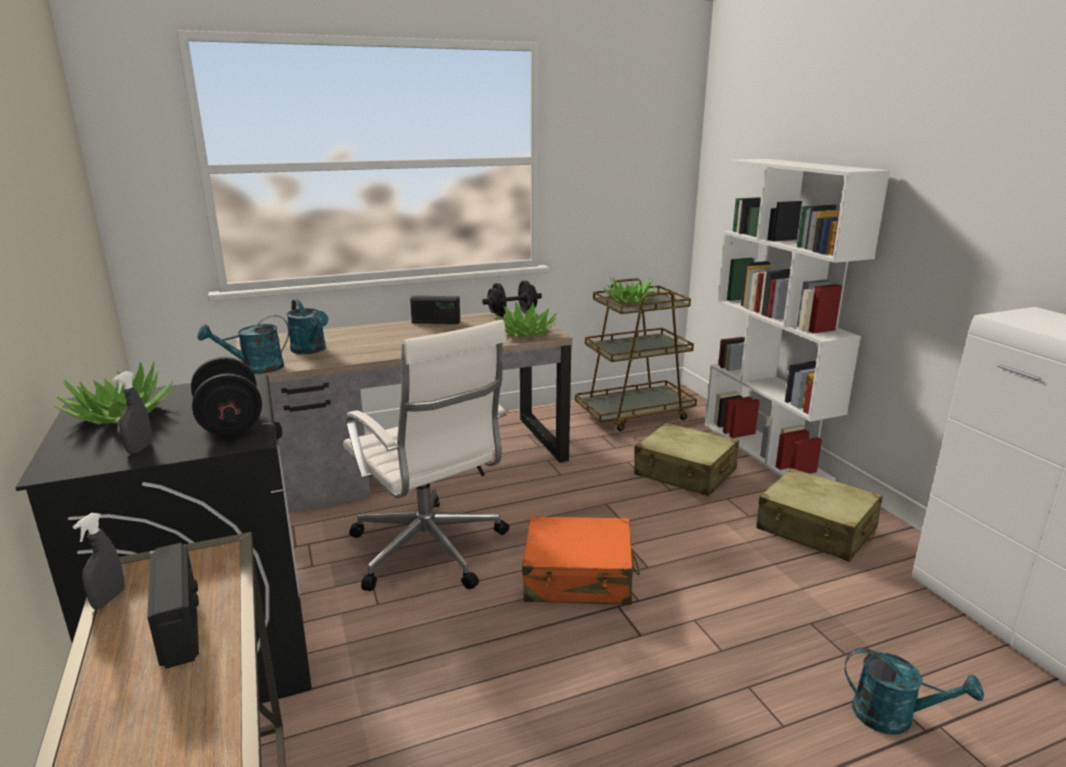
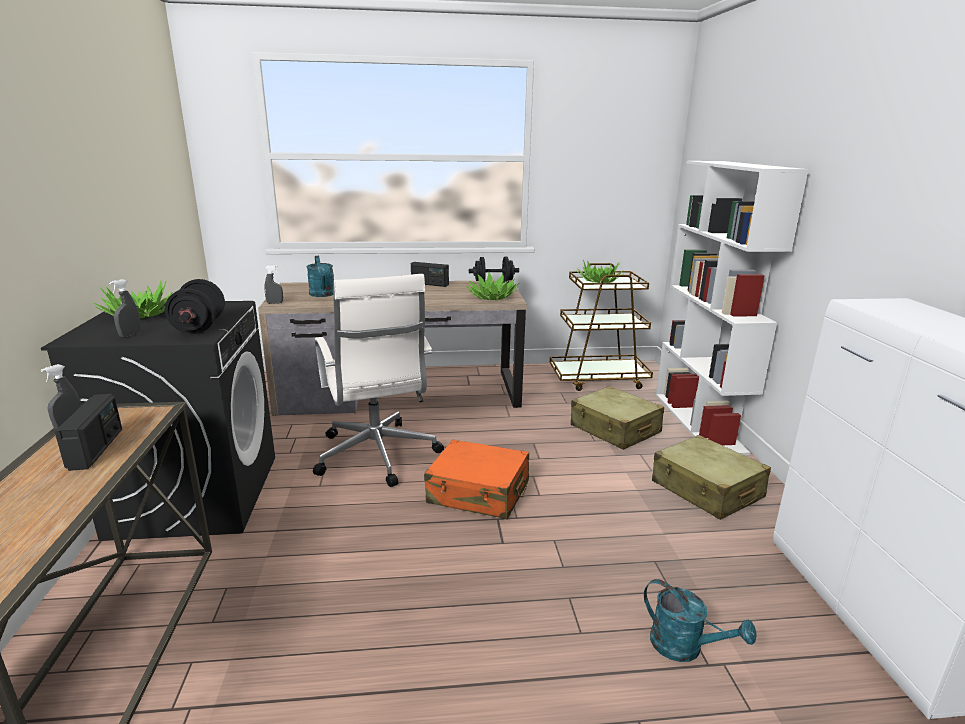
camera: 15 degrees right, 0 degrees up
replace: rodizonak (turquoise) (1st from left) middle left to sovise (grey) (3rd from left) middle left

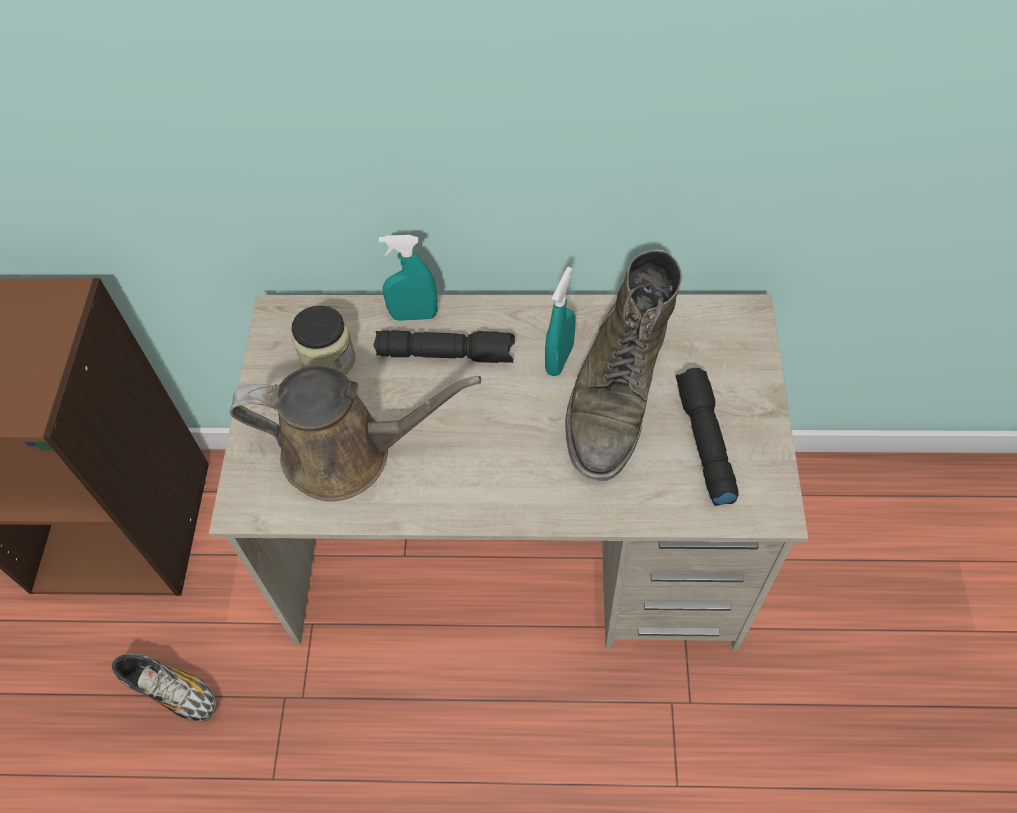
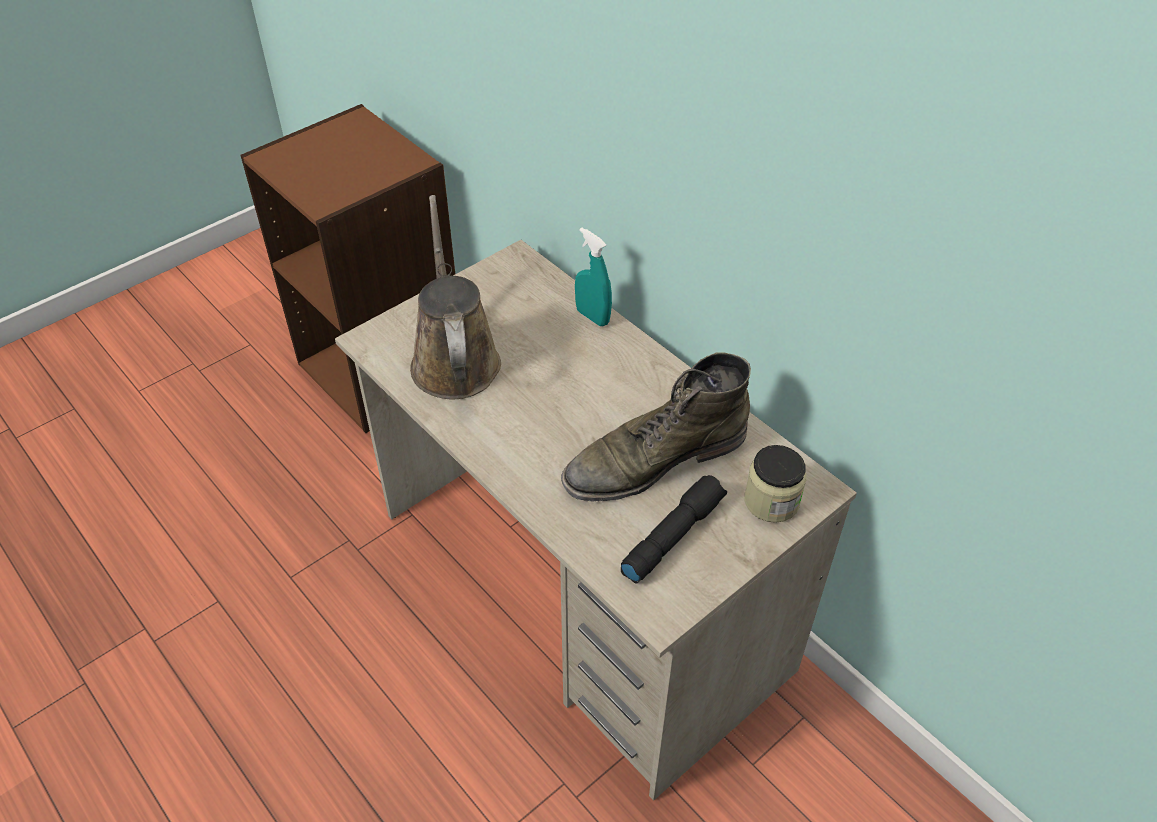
camera: 45 degrees right, 10 degrees down
delete: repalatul bottom left; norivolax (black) (1st from left) centre; sovise (turquoise) (2nd from left) centre
move: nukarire middle left to middle right
rotate: rodizonak (brown) centre = centre 150 degrees counterclockwise

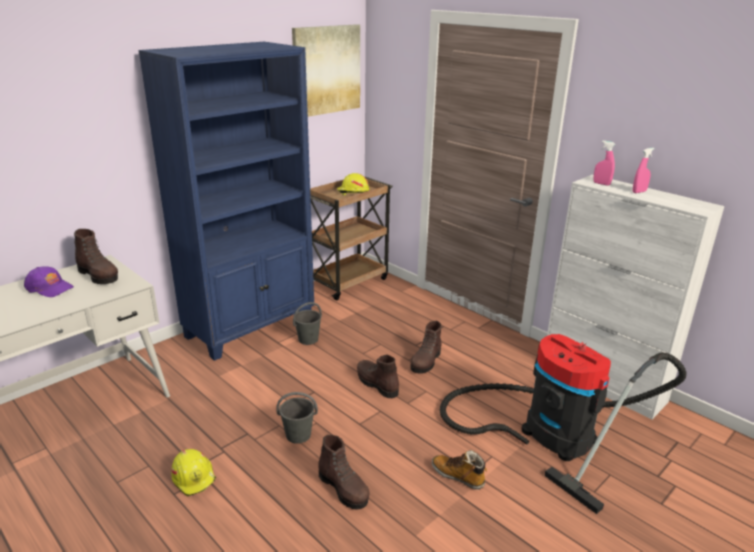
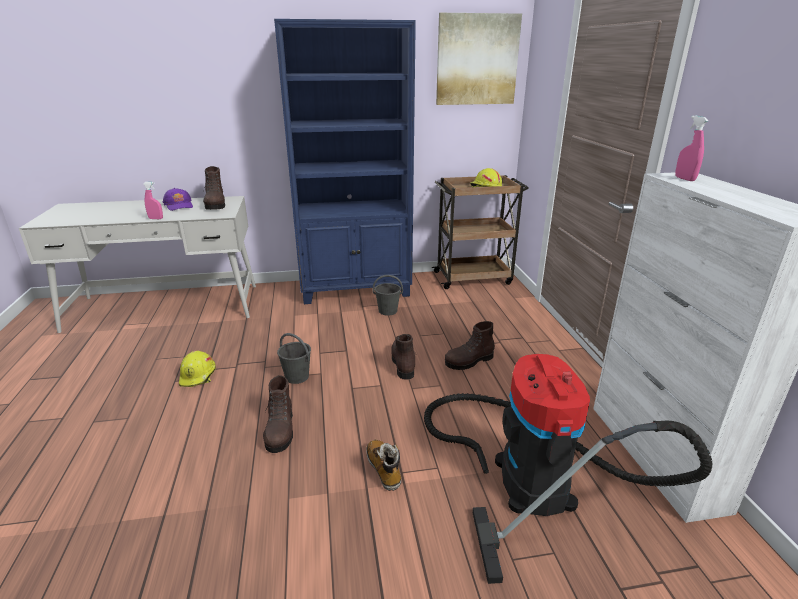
camera: 35 degrees right, 0 degrees up
move: sovise (pink) (2nd from left in the first image) top right to sovise (pink) (1st from left) middle left

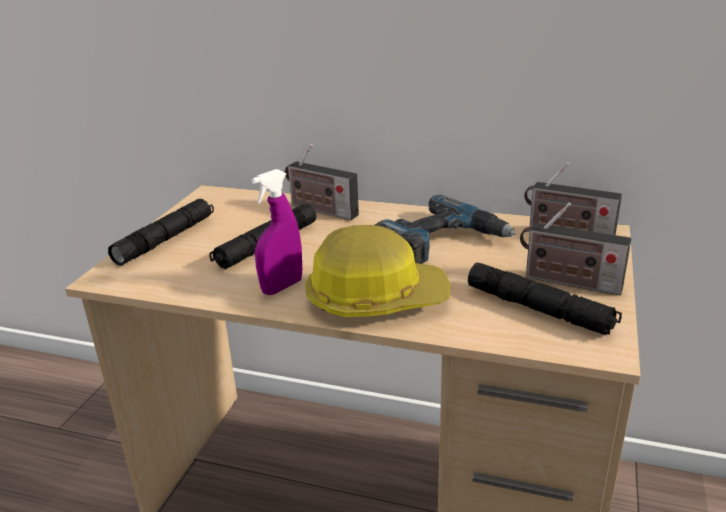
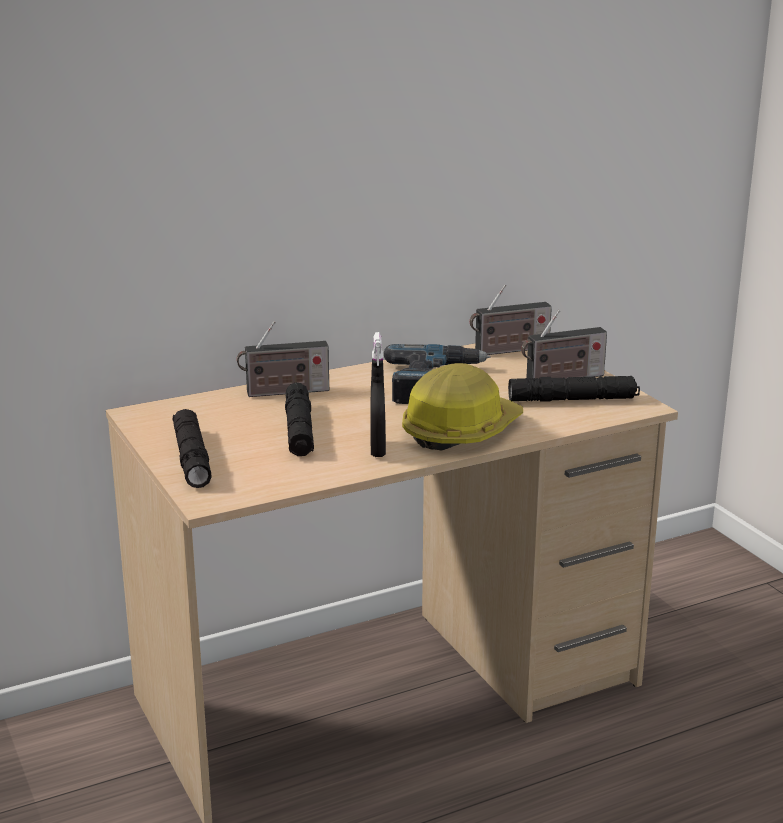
camera: 45 degrees left, 5 degrees down
recolor: sovise (purple) centre to sovise (black) centre

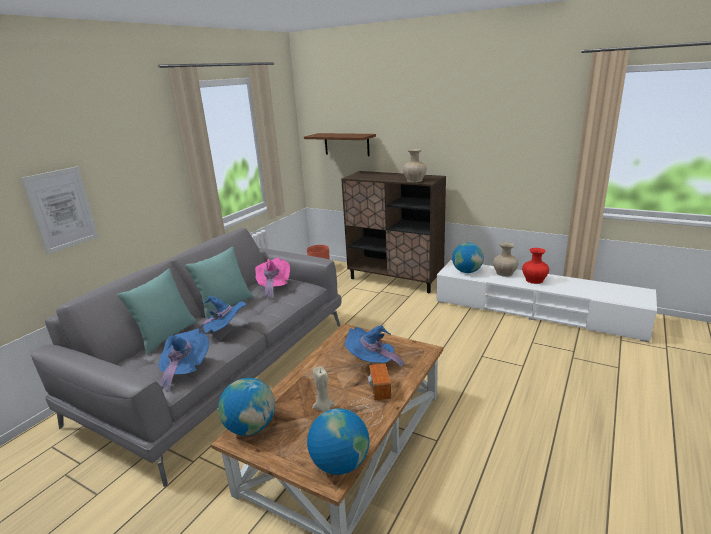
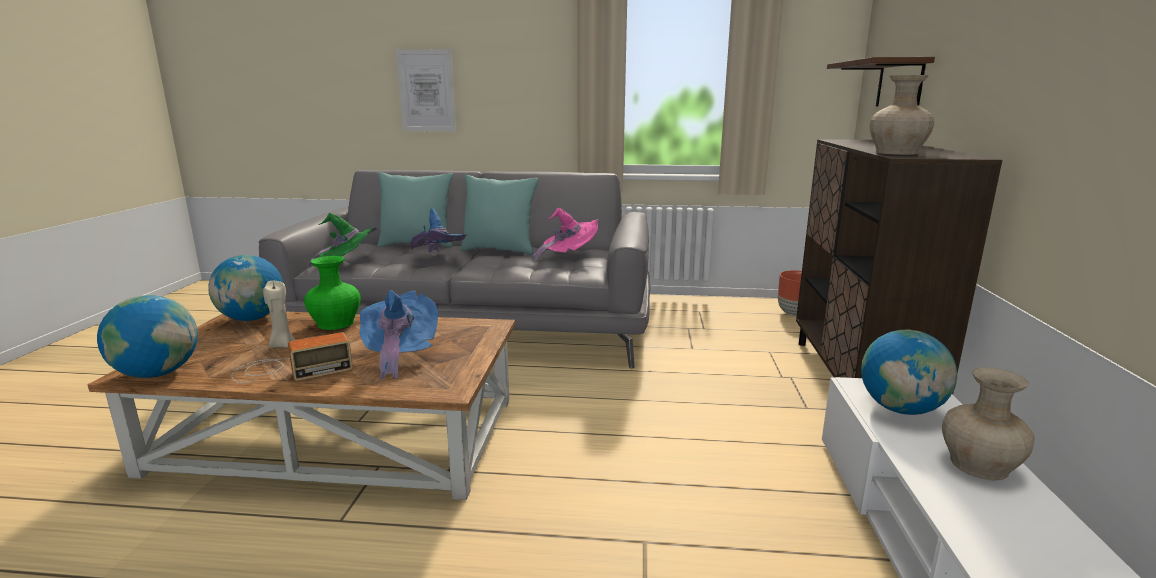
camera: 65 degrees right, 5 degrees down
delete: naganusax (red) middle right
insert: naganusax (green) middle left
recolor: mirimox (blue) (1st from left) bottom left to mirimox (green) middle left

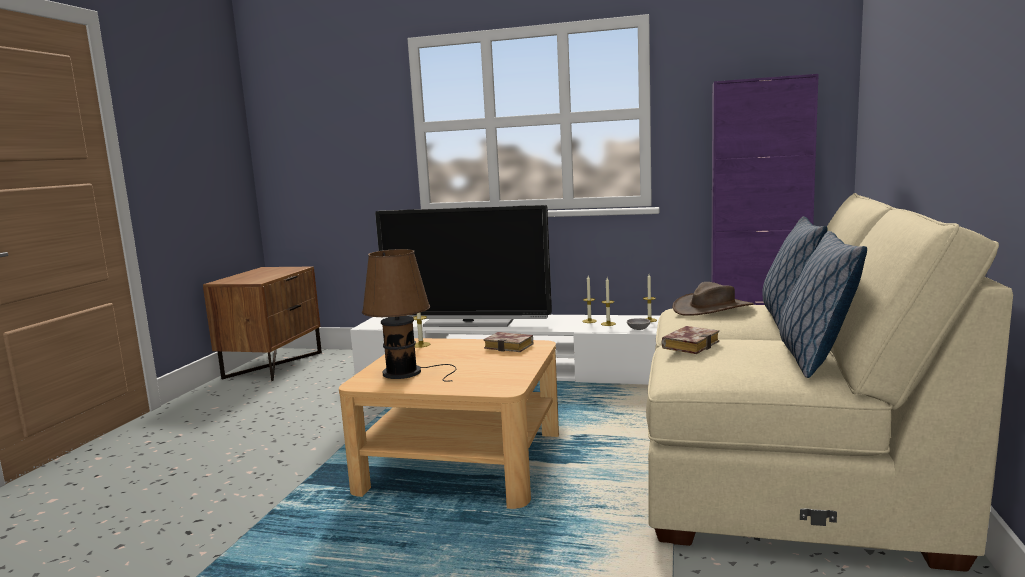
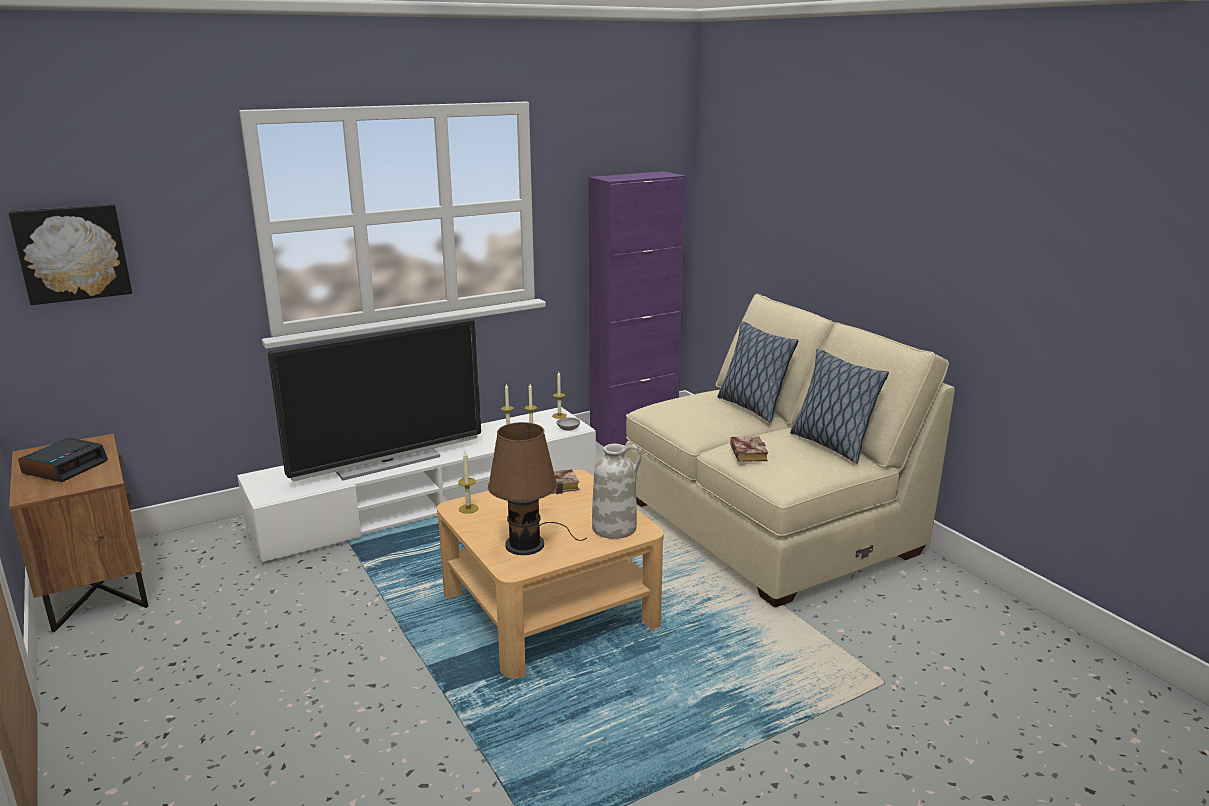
camera: 45 degrees left, 10 degrees up
delete: mirimox (brown) middle right
insert: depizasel top left; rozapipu middle left; naganusax (white) centre

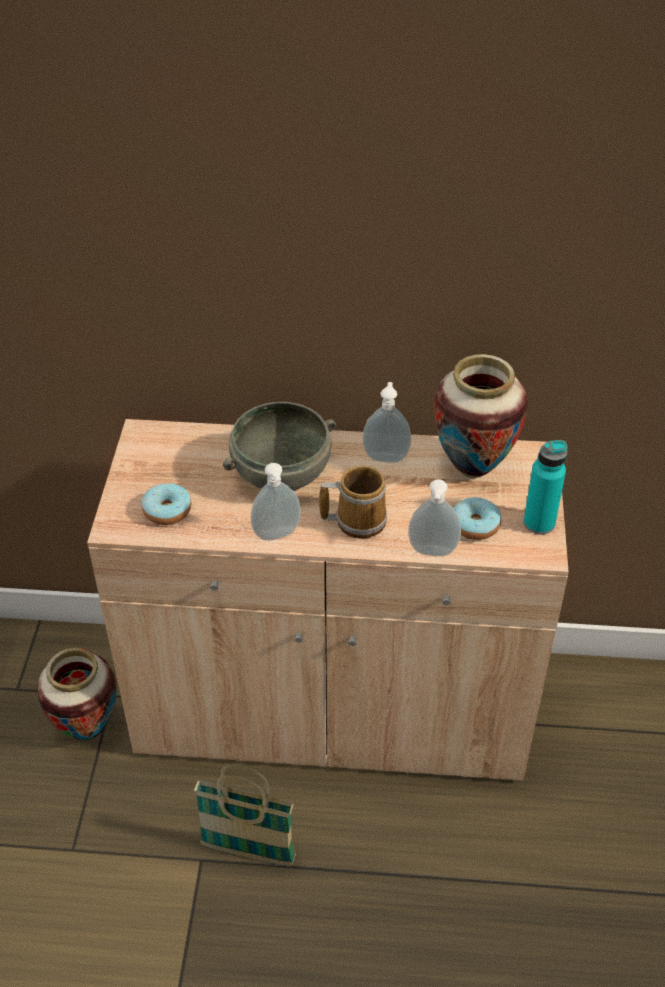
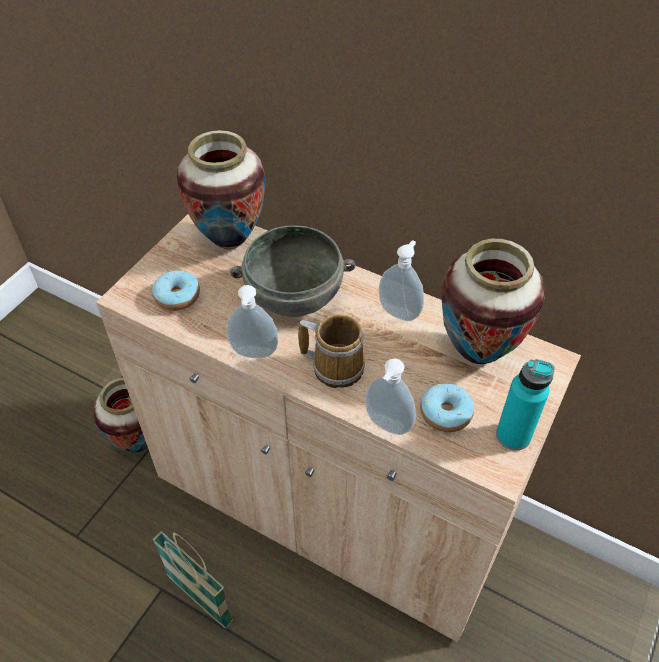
camera: 25 degrees right, 5 degrees up
insert: naganusax (2nd from left) top centre

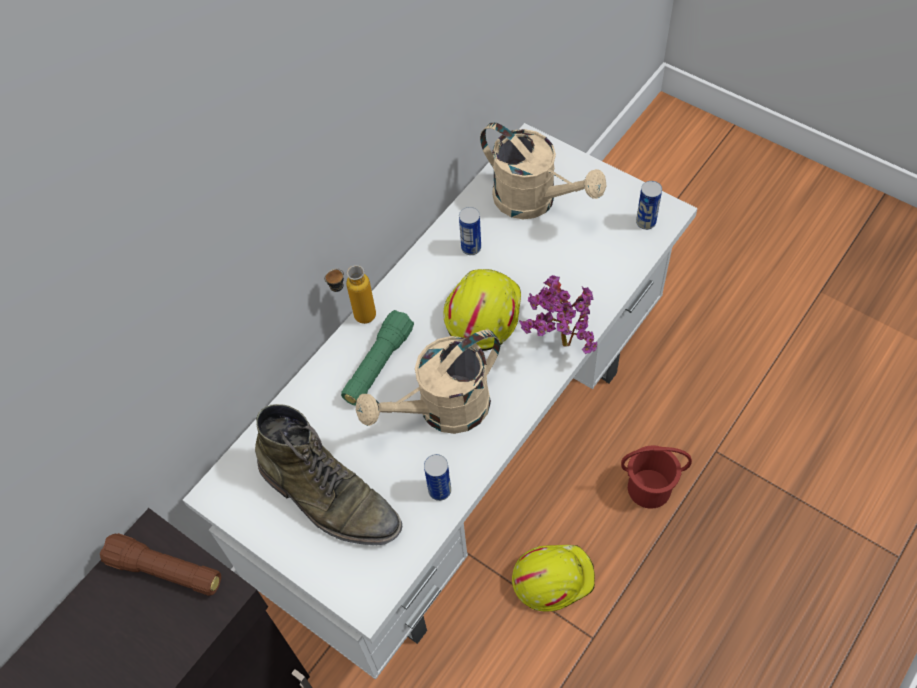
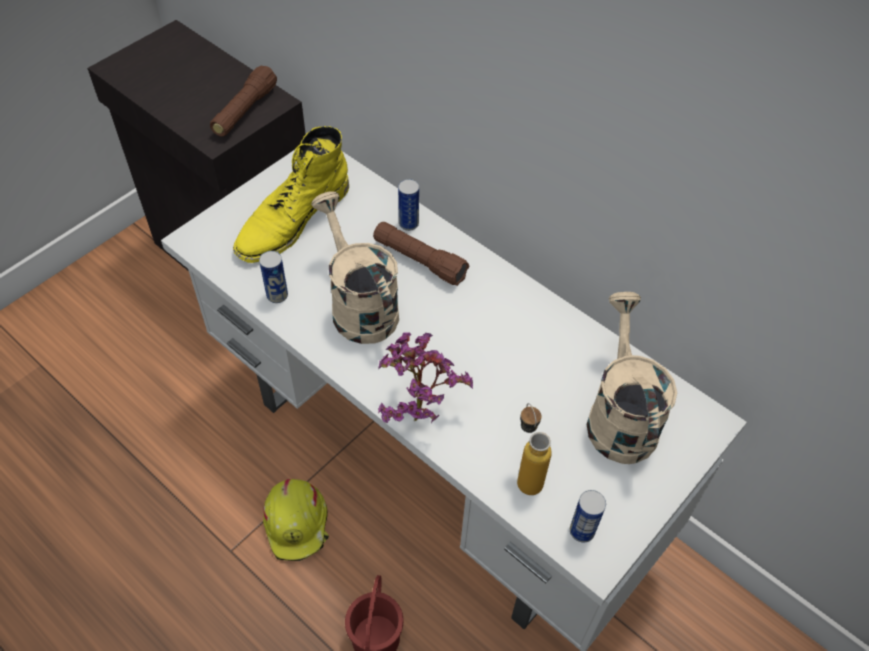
camera: 90 degrees right, 5 degrees down
delete: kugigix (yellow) (1st from left) centre
move: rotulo centre to bottom centre; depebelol (2nd from left) centre to top centre
recolor: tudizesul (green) bottom centre to tudizesul (yellow) top centre; norivolax (green) centre to norivolax (brown) (2nd from left) centre
rotate: rodizonak (beige) (2nd from left) top centre = middle right 135 degrees clockwise

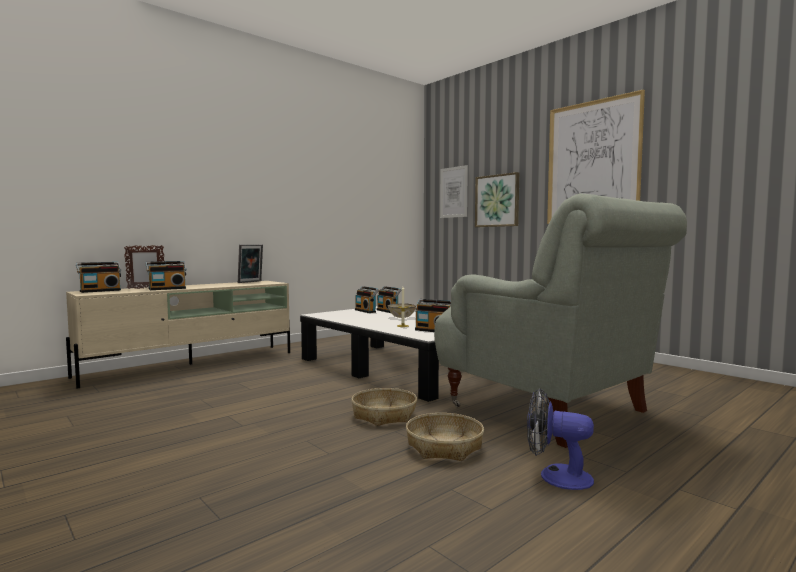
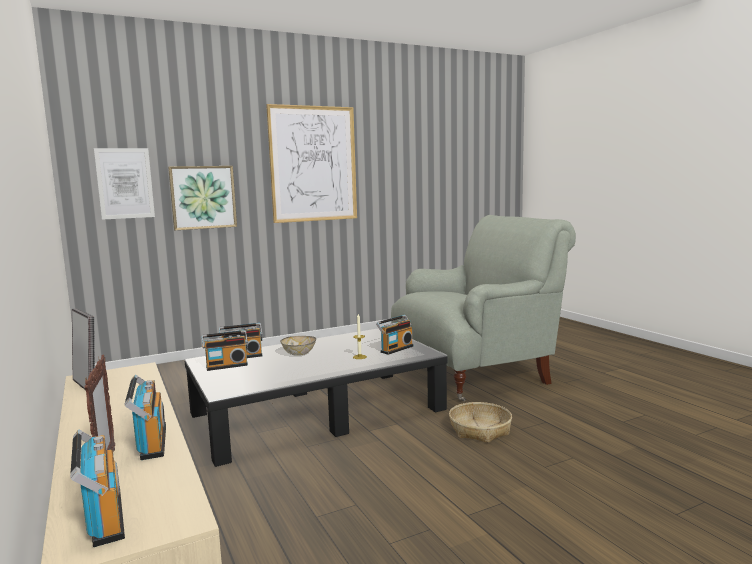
camera: 75 degrees left, 5 degrees up
delete: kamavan (2nd from left) bottom centre; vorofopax bottom right

